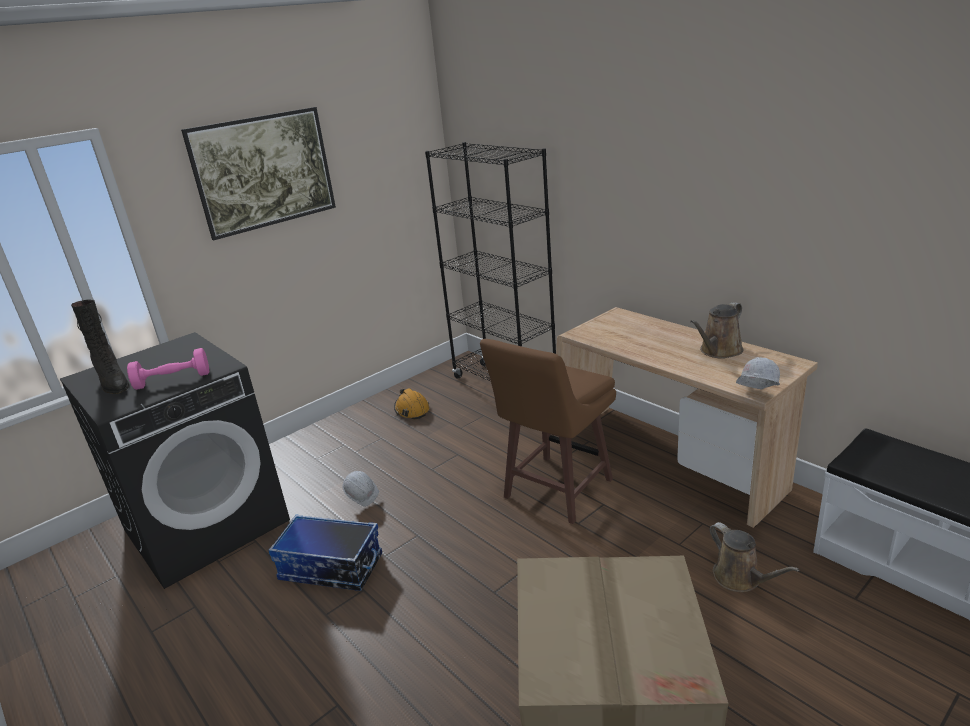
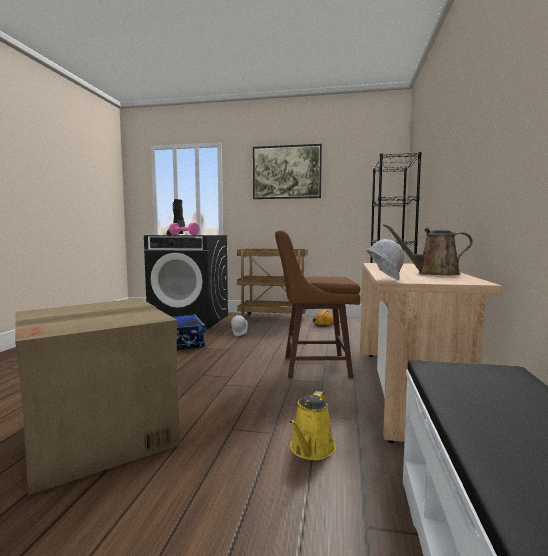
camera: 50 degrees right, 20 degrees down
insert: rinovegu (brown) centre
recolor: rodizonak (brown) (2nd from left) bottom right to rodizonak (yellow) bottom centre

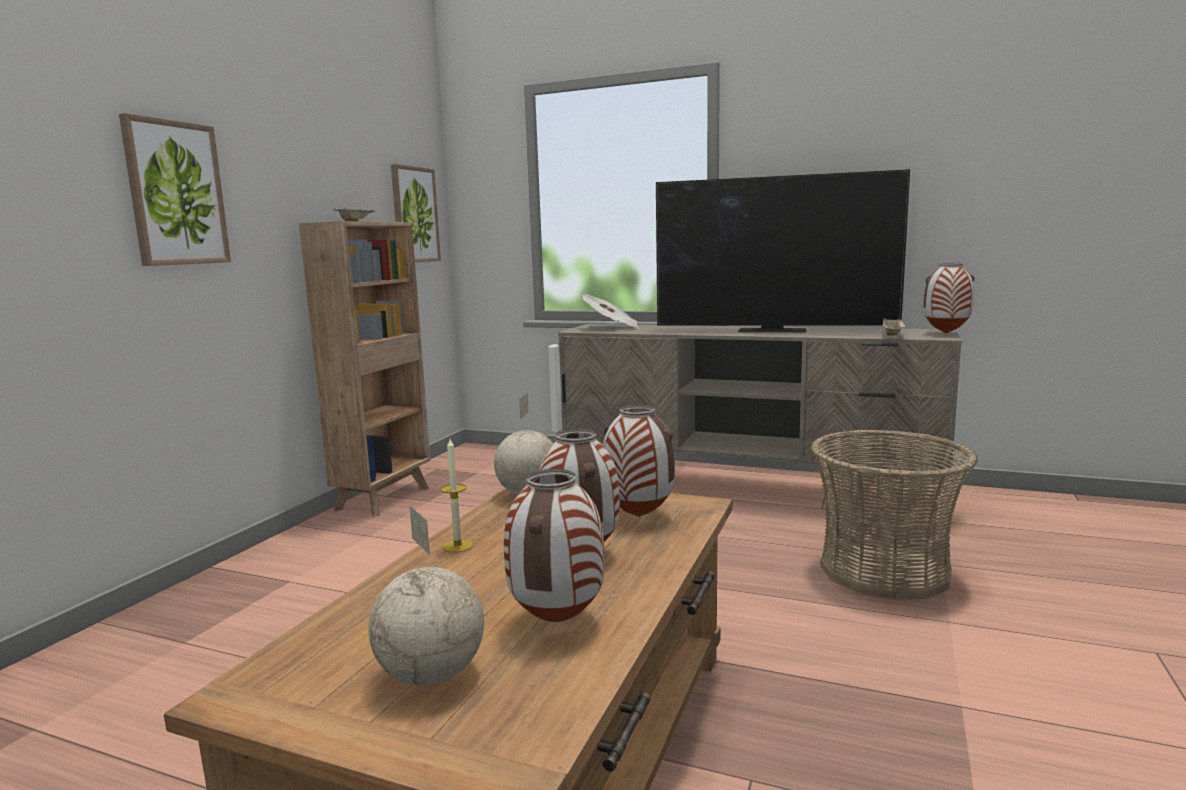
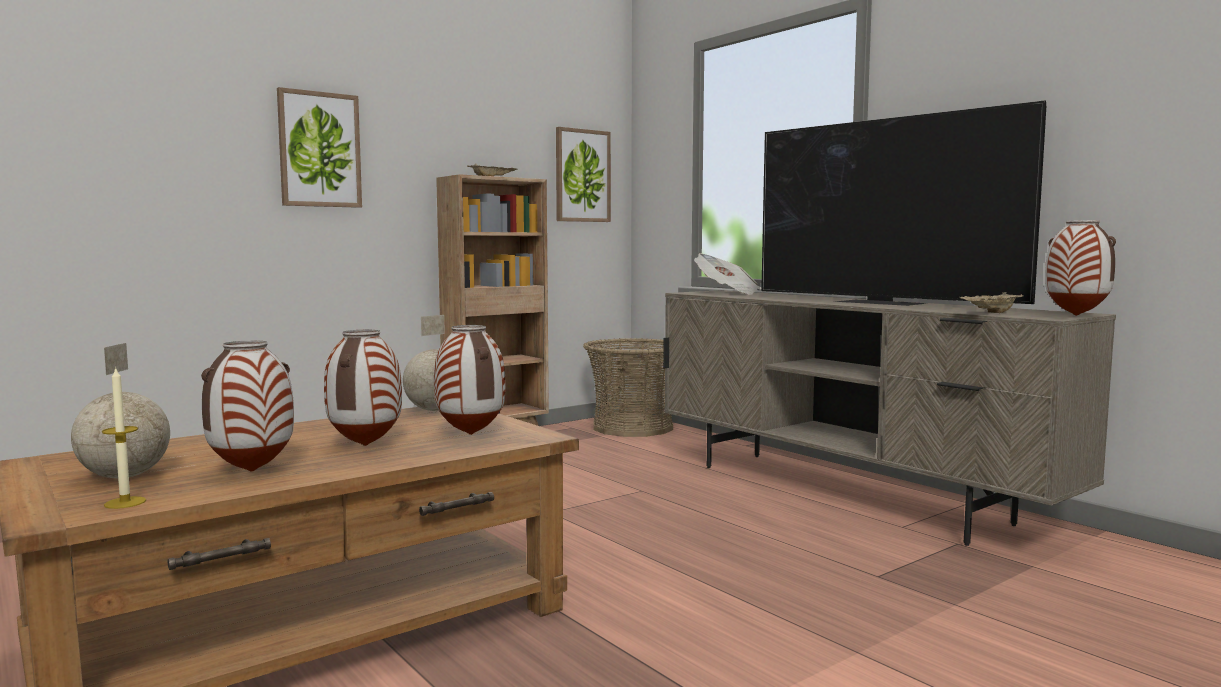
camera: 30 degrees right, 5 degrees down
move: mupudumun centre to middle left; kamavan middle right to centre

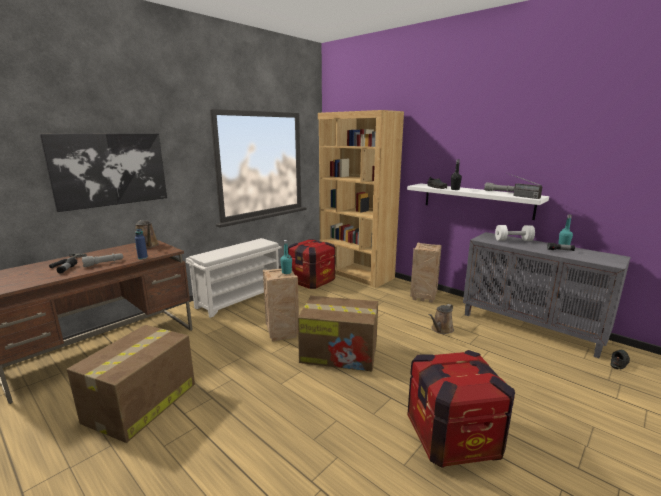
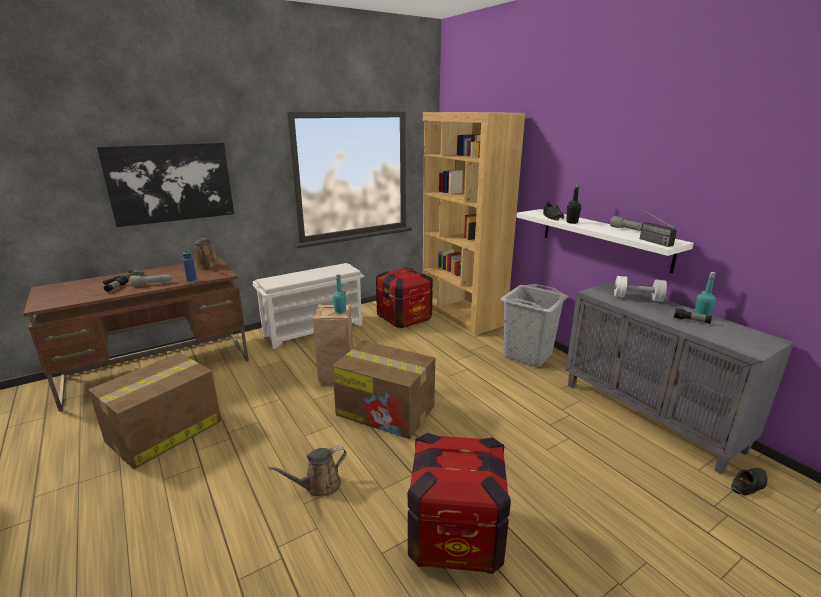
camera: 15 degrees right, 5 degrees up
move: rodizonak (brown) (2nd from left) middle right to bottom centre
replace: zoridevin (3rd from left) centre to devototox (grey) centre

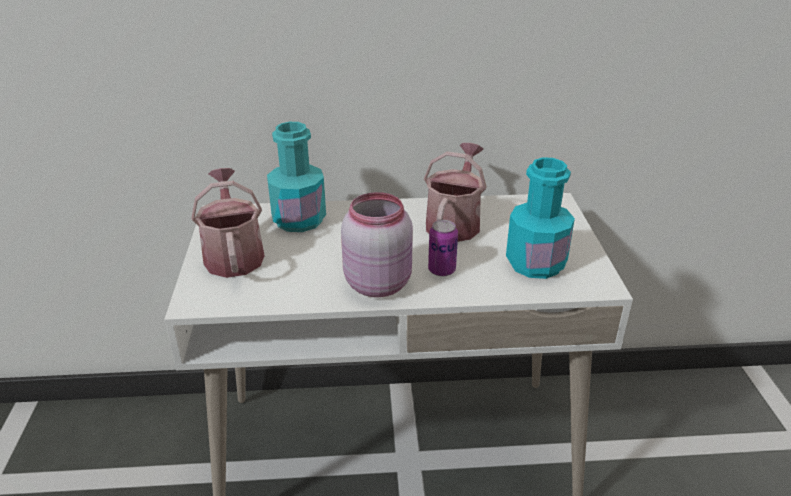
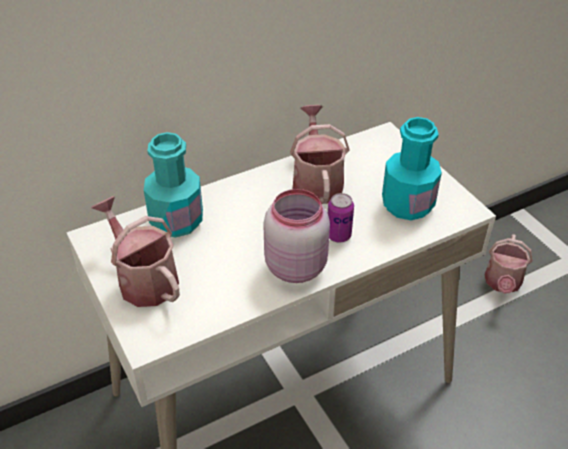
camera: 25 degrees left, 10 degrees up
insert: rodizonak (3rd from left) middle right

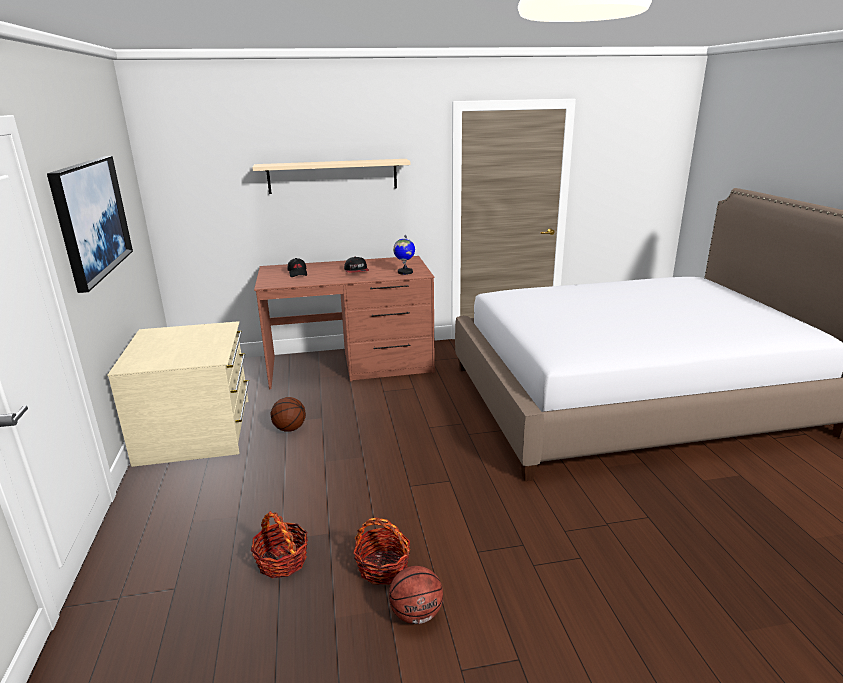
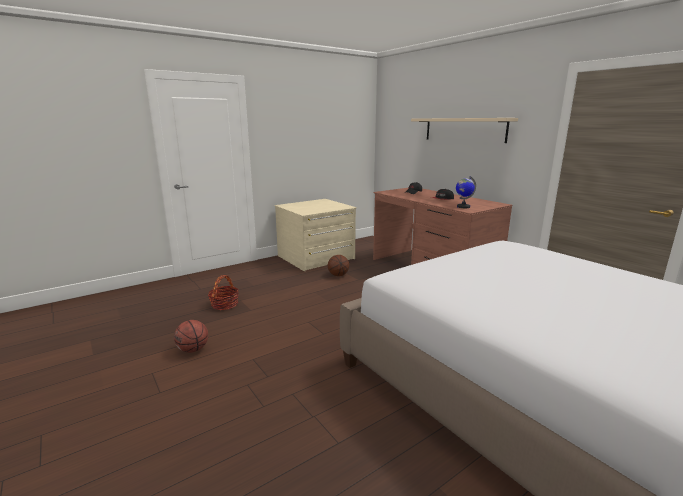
camera: 65 degrees right, 5 degrees down
delete: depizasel top left; kamavan (2nd from left) bottom centre

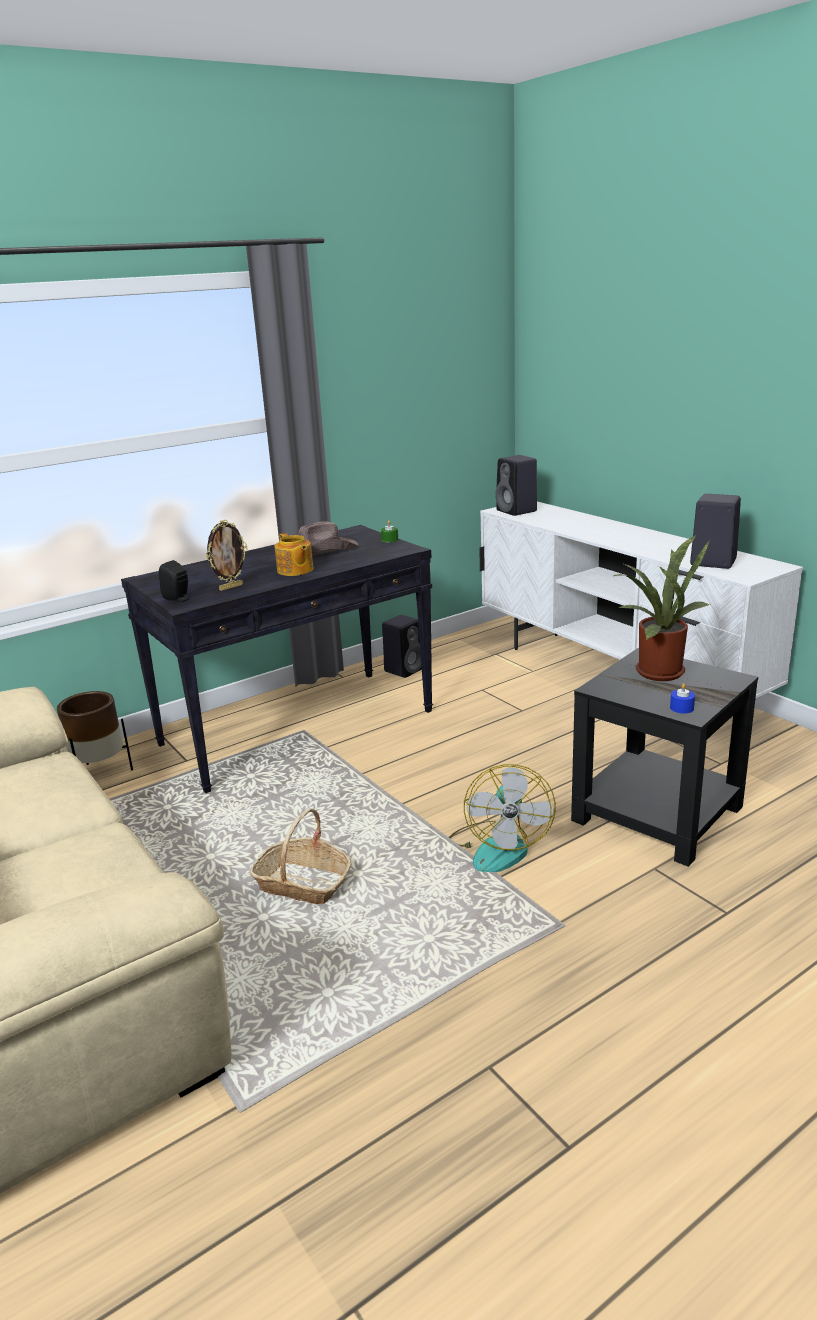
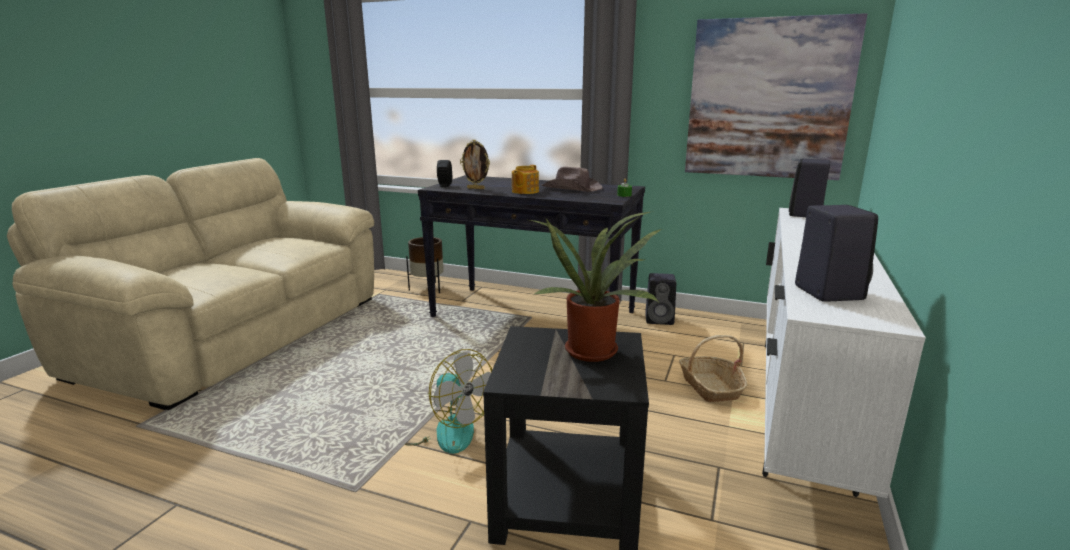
camera: 55 degrees right, 5 degrees down
delete: mupudumun (blue) middle right
insert: depizasel top right
move: kamavan centre to bottom centre
rotate: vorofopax centre = bottom centre 105 degrees counterclockwise

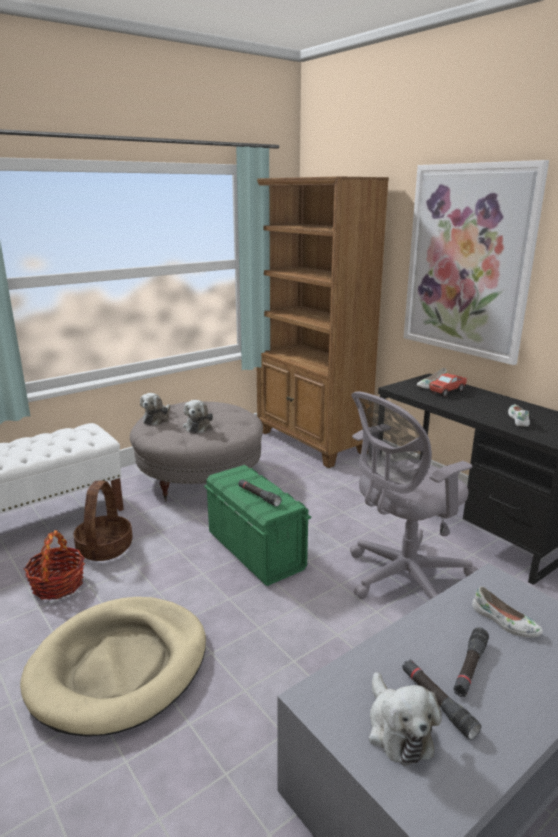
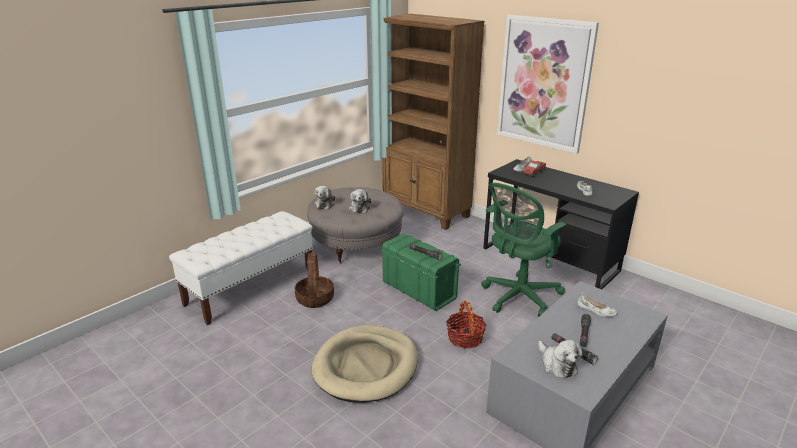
camera: 10 degrees left, 5 degrees up
move: kamavan (1st from left in the first image) bottom left to kamavan (2nd from left) bottom centre
recolor: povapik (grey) middle right to povapik (green) centre

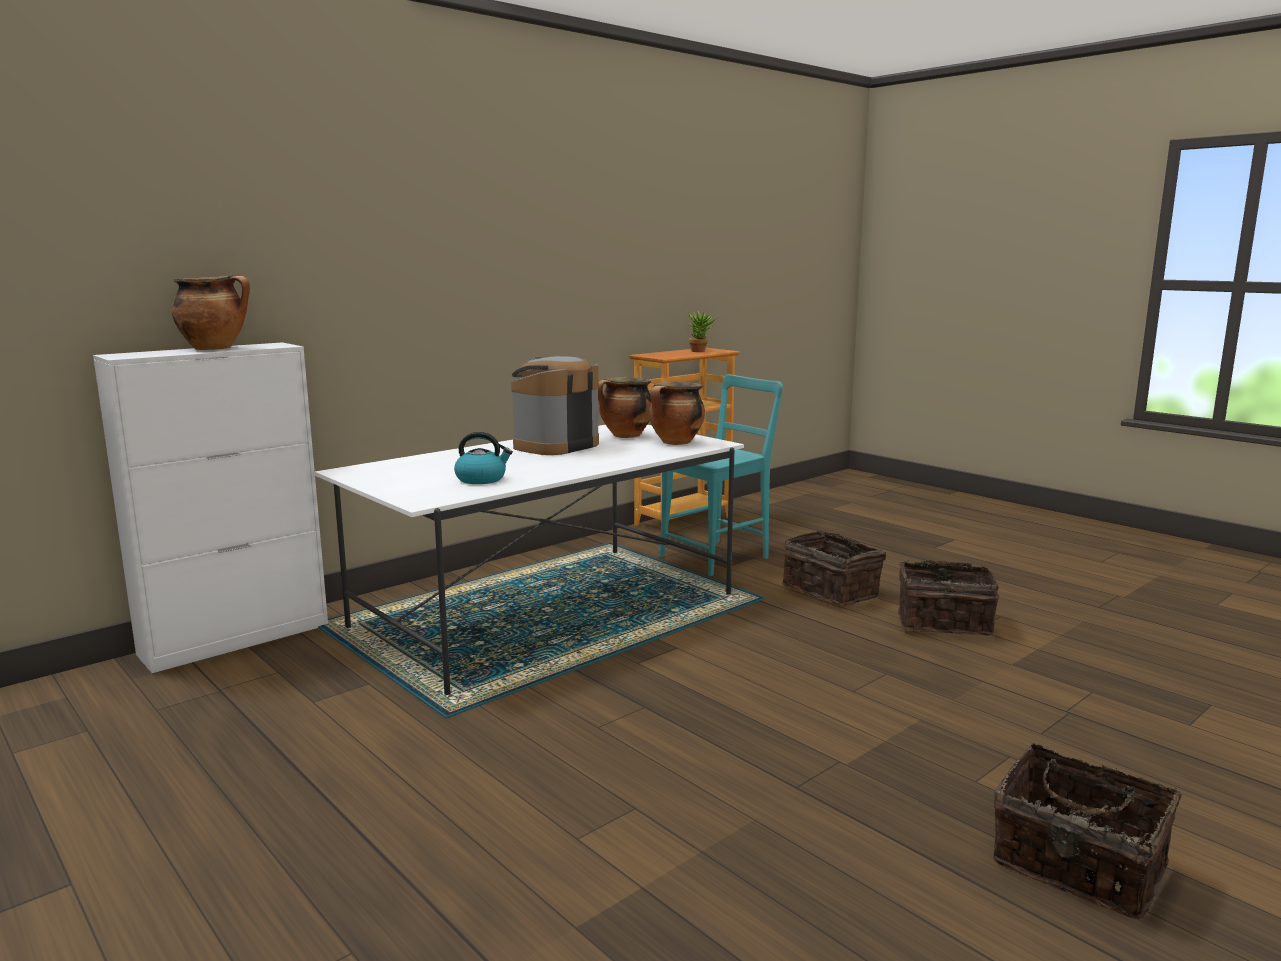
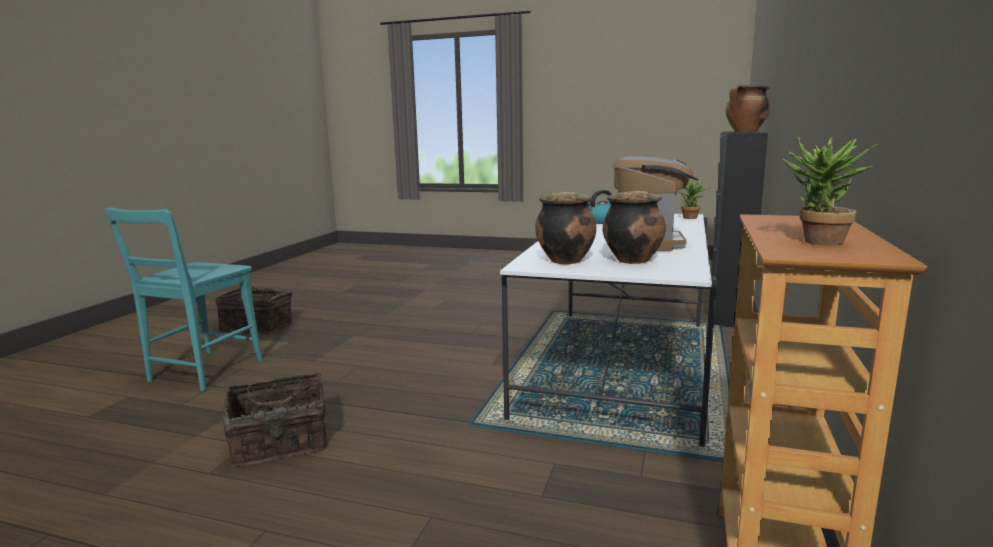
camera: 150 degrees right, 0 degrees up
delete: kamavan (1st from left) centre
insert: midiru (1st from left) middle right
move: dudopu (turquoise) centre to middle left
recolor: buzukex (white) middle left to buzukex (black) middle right

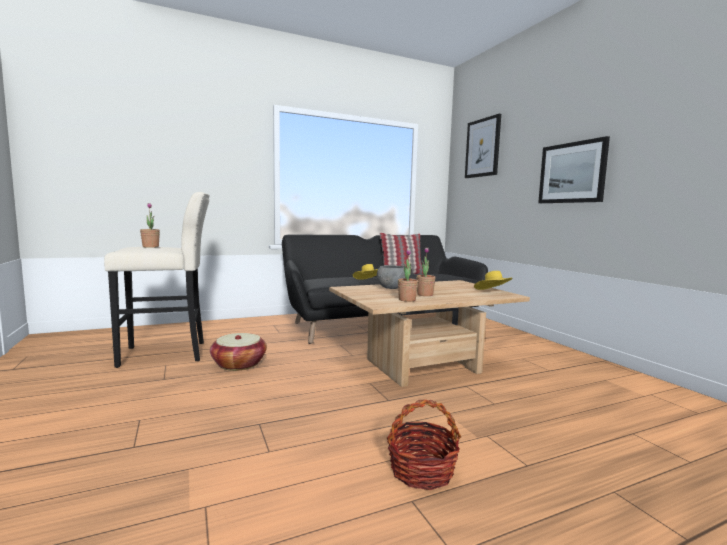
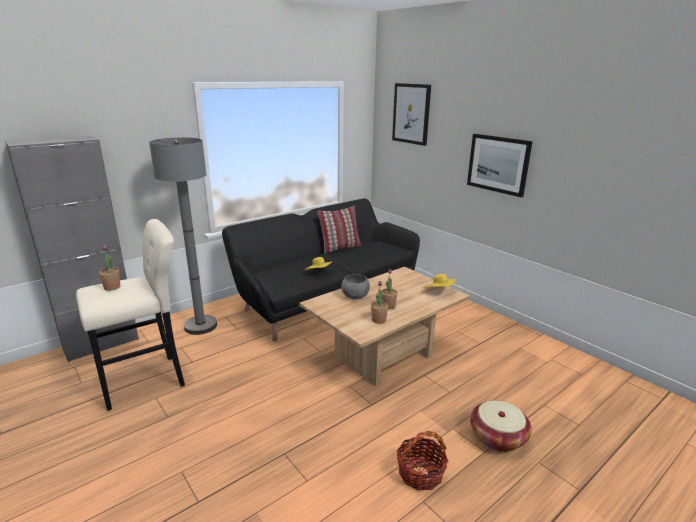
camera: 15 degrees left, 15 degrees up
insert: buzukex (grey) middle left; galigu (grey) middle left
move: kamavan (1st from left in the first image) middle left to kamavan (2nd from left) bottom right

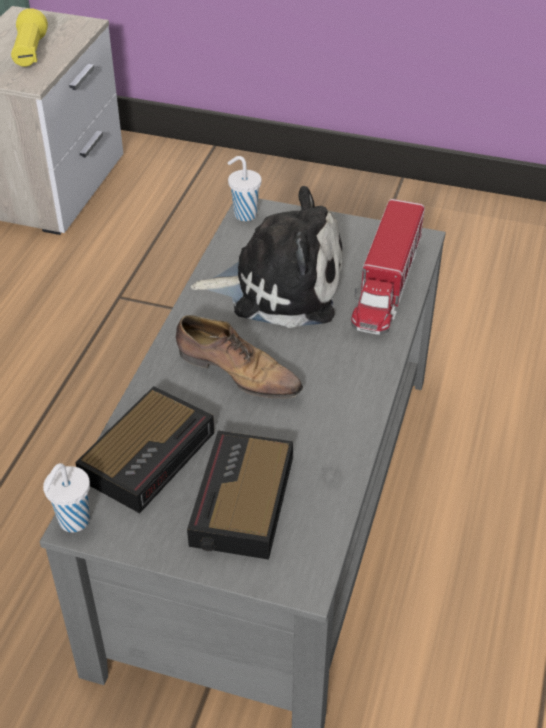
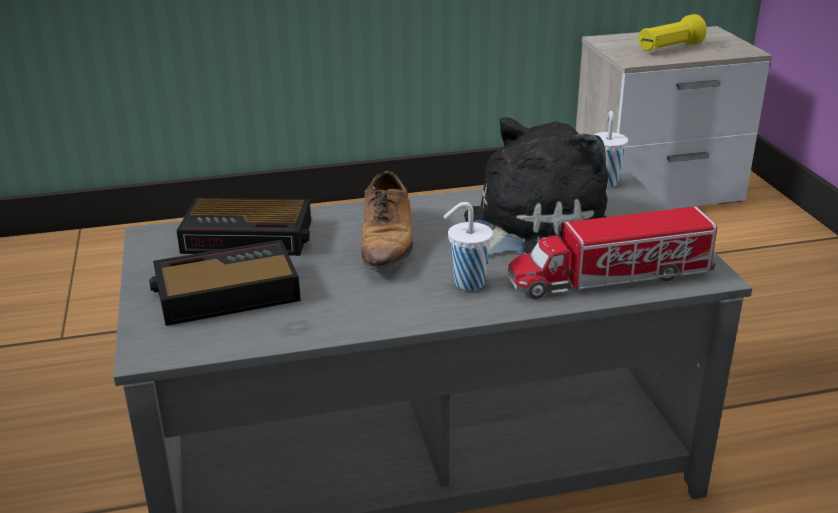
camera: 60 degrees right, 15 degrees down
move: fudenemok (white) (1st from left) bottom left to centre
rotate: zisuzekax centre = centre 105 degrees counterclockwise

